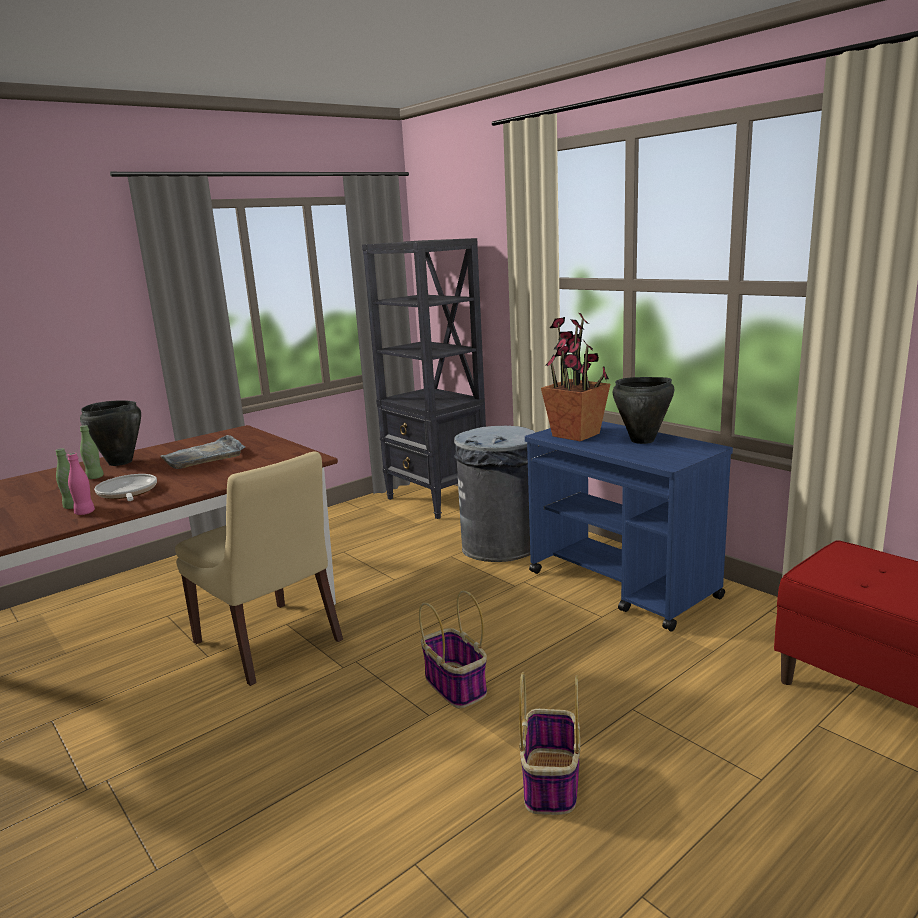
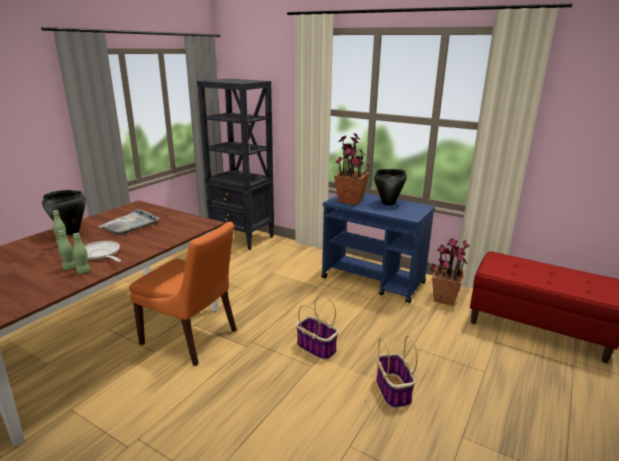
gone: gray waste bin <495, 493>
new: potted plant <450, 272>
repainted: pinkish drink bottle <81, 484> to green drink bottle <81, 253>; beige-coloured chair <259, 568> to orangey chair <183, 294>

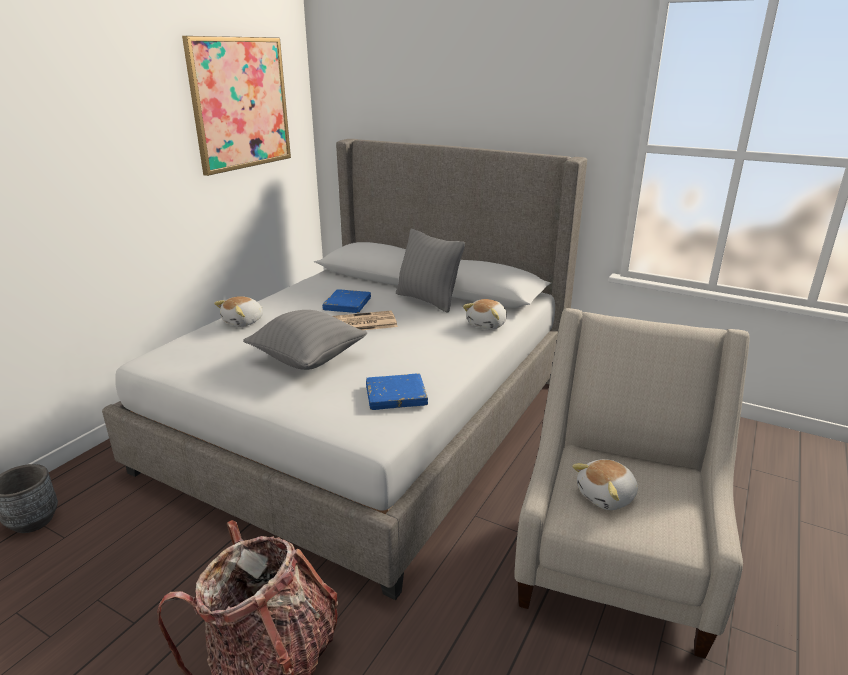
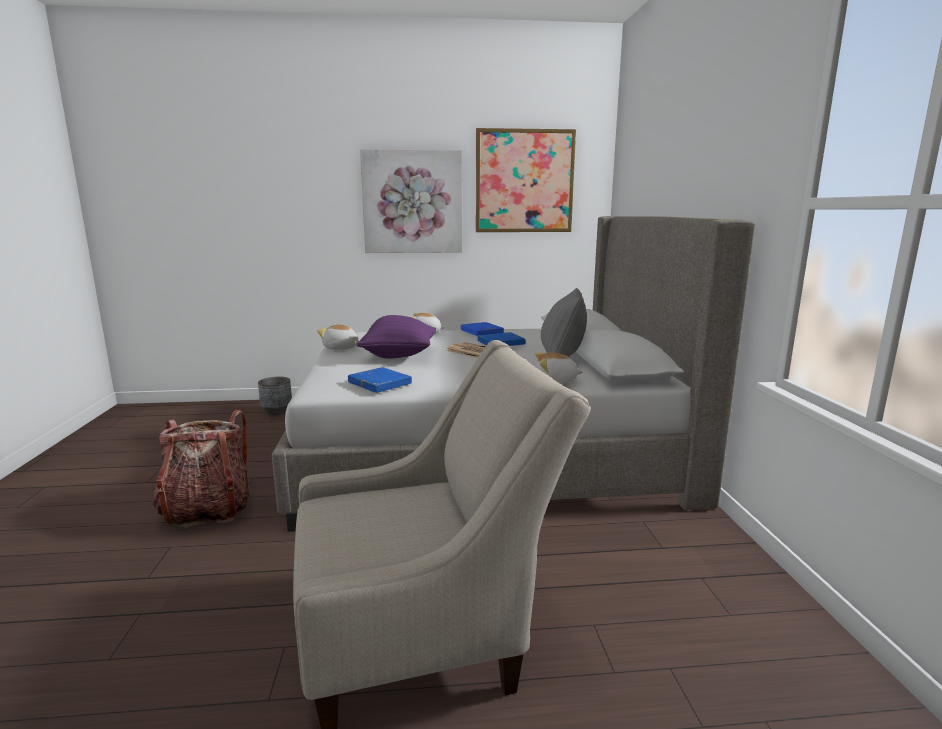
new: wall picture <411, 201>; blue volume <482, 329>
shifted: soft toy <605, 484> to <338, 337>
repainted: gray cushion <305, 340> to purplish cushion <396, 337>

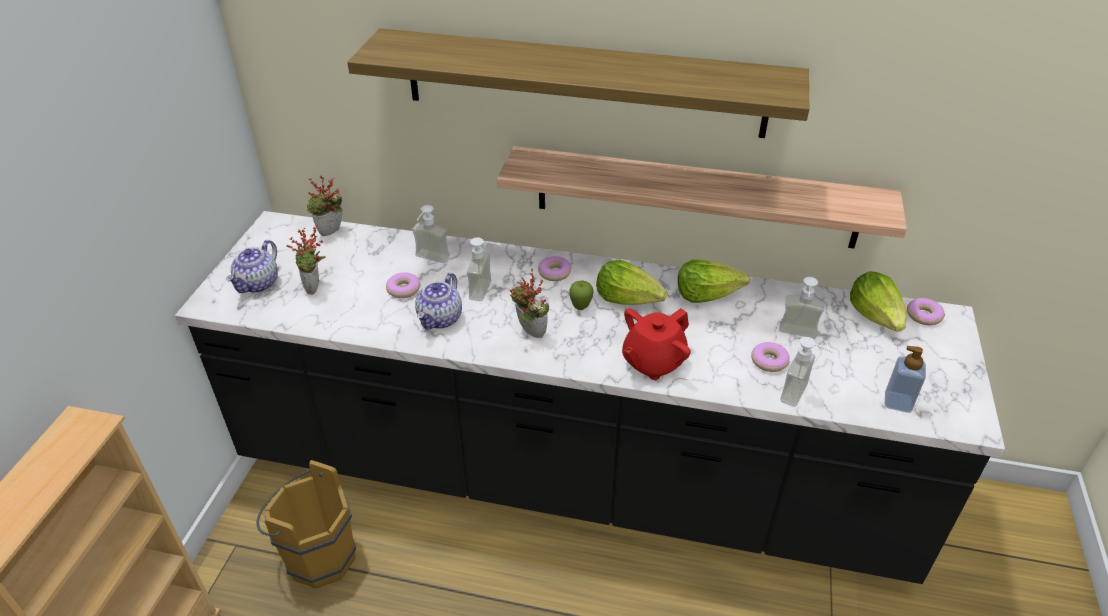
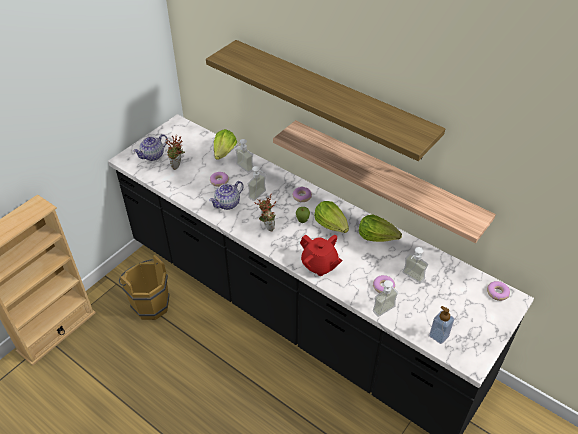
gone: potted plant <324, 206>
shifted: head of lettuce <878, 301> to <225, 144>
rotated: red tea pot <656, 344> = <321, 255> 120 degrees counterclockwise

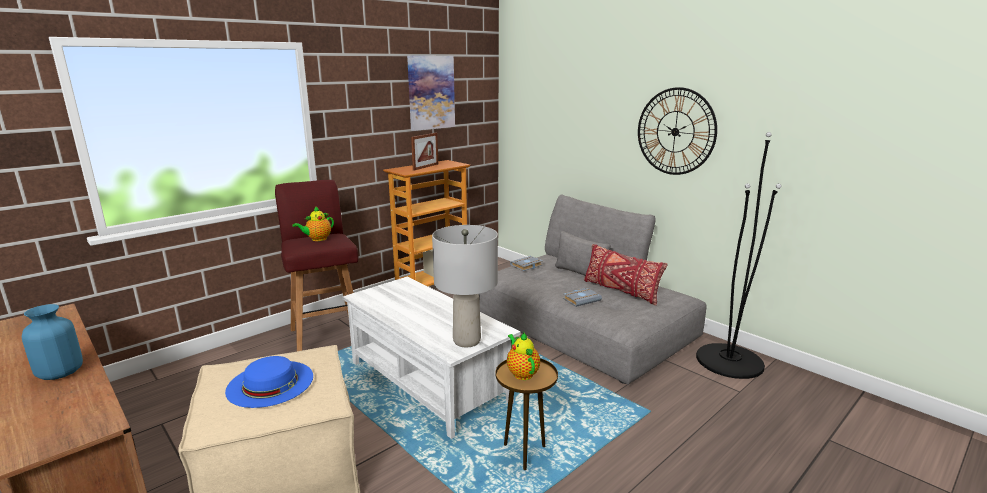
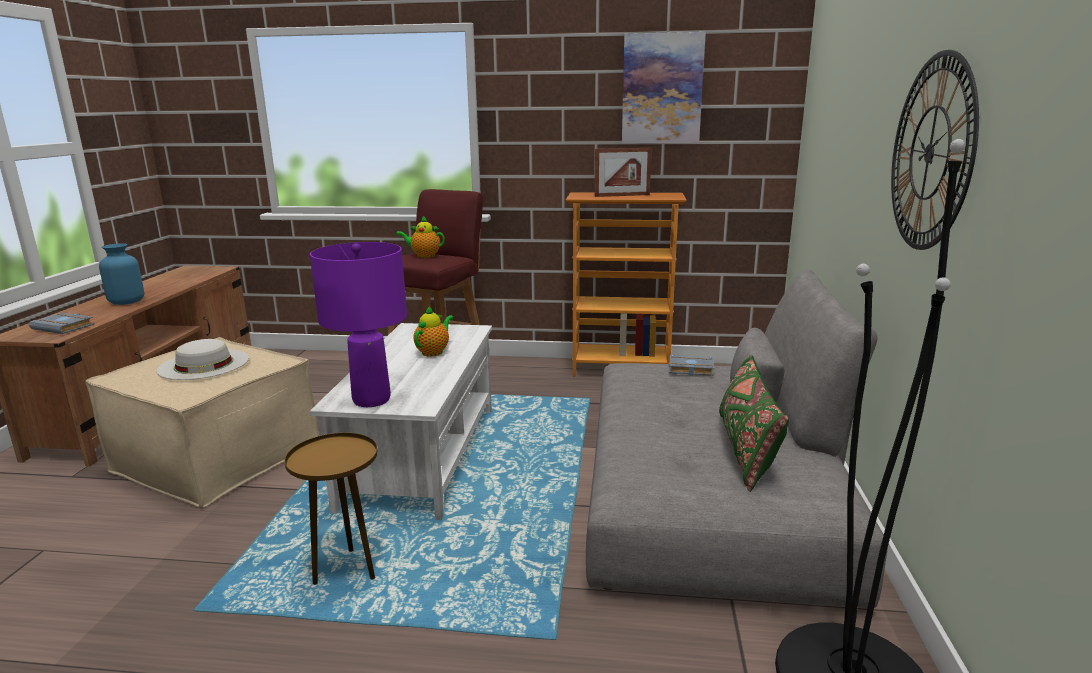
shifted: tea pot <523, 356> to <434, 331>; gray volume <582, 297> to <62, 323>
repainted: blue clothing hat <269, 382> to white-coloured clothing hat <203, 359>; gray tabletop lamp <465, 286> to purplish tabletop lamp <358, 324>; red cushion <626, 274> to green cushion <754, 423>

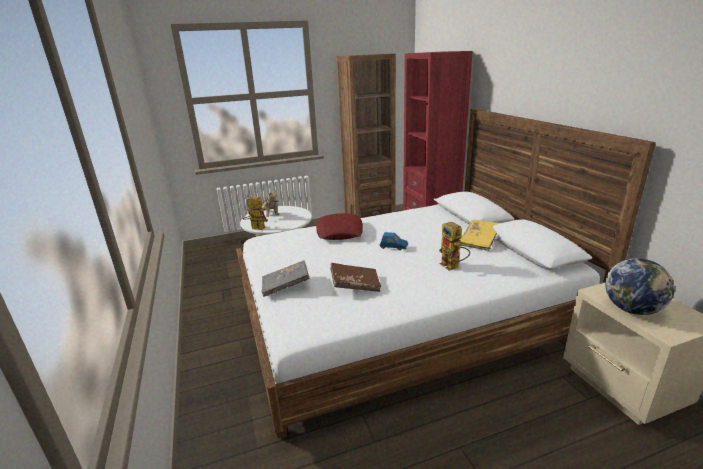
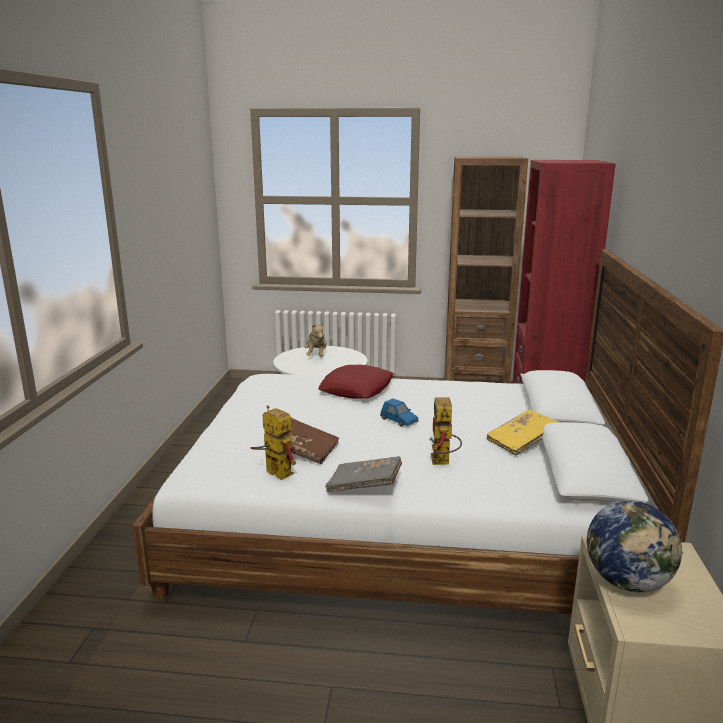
shifted: robot figure <255, 213> to <273, 442>; gray volume <286, 278> to <363, 474>

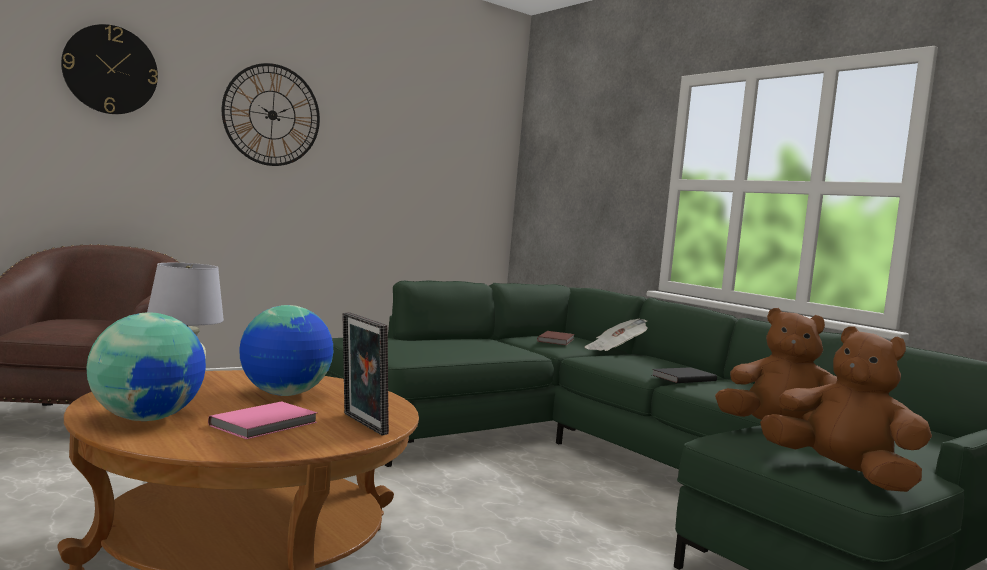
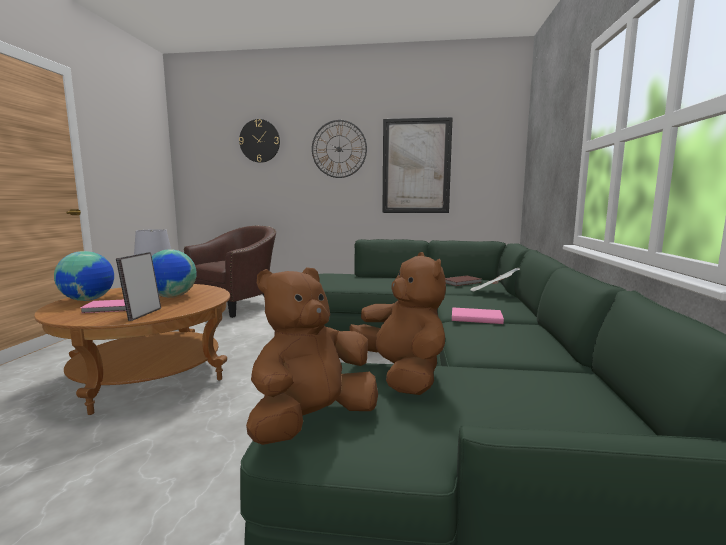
new: wall picture <417, 165>
repainted: black-coloured volume <684, 375> to pinkish volume <478, 315>
rotated: brownish soft toy <846, 409> = <312, 356> 135 degrees counterclockwise

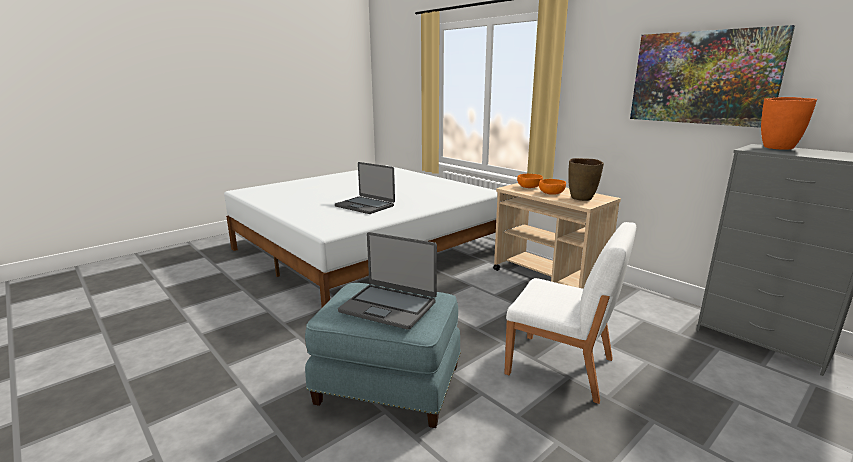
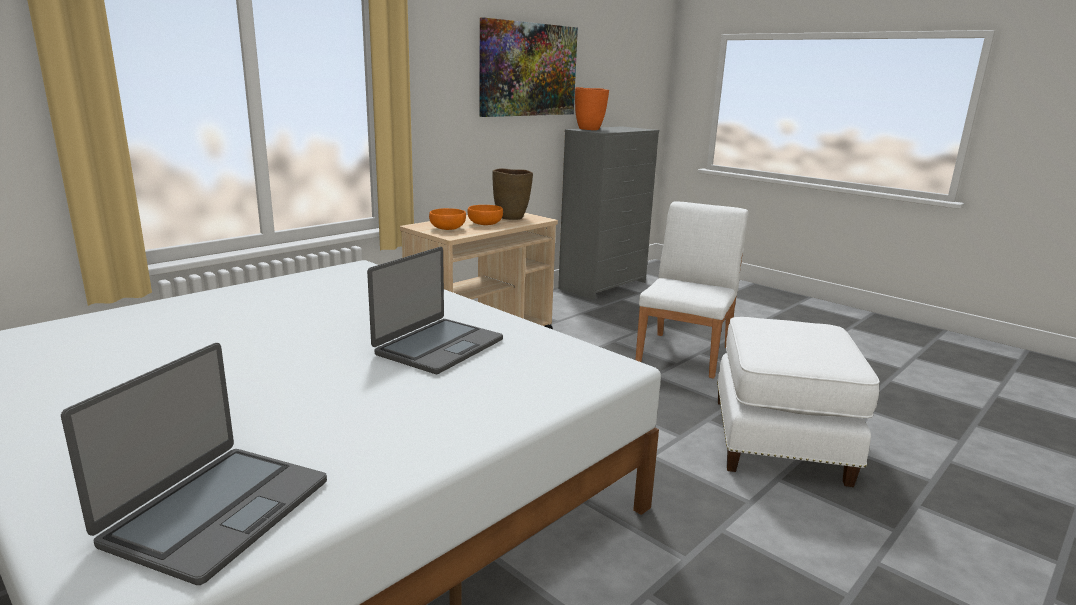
shifted: portable computer <387, 281> to <194, 464>
repainted: blue pouffe <383, 355> to white-coloured pouffe <798, 402>

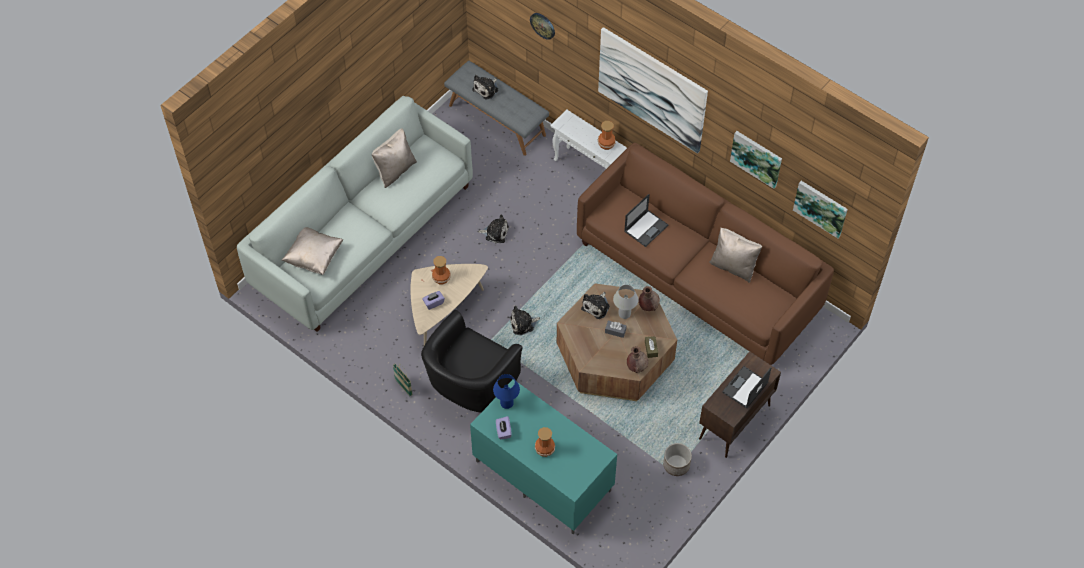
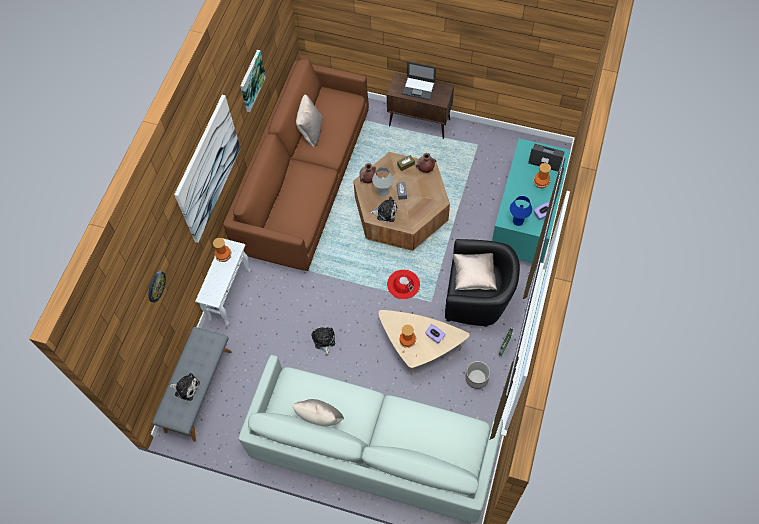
gone: wall picture <820, 209>
shifted: beige-coloured cushion <312, 251> to <475, 271>; portable computer <646, 220> to <546, 157>; planter <677, 459> to <477, 375>
swapped: soft toy <525, 320> to red clothing hat <403, 284>

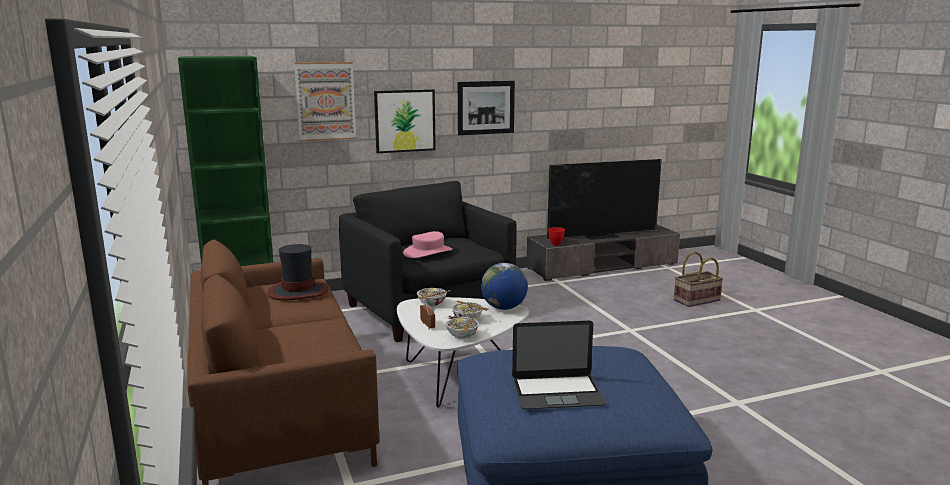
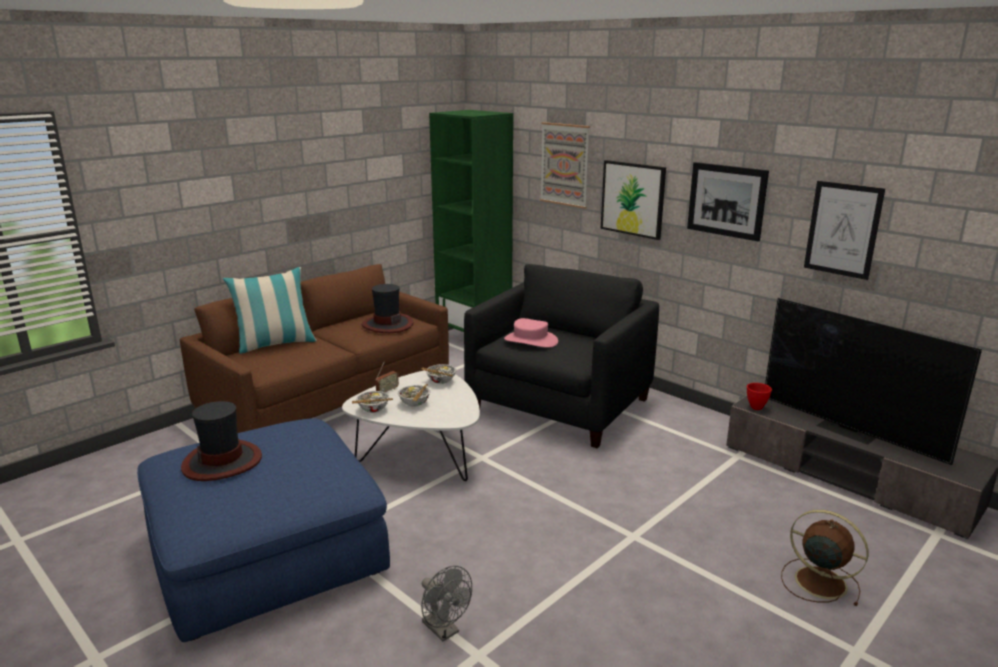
gone: desk globe <504, 286>
new: cushion <270, 310>; gray electric fan <446, 604>; wall picture <844, 230>
swapped: portable computer <559, 365> to clothing hat <221, 441>; basket <698, 279> to brownish electric fan <825, 558>

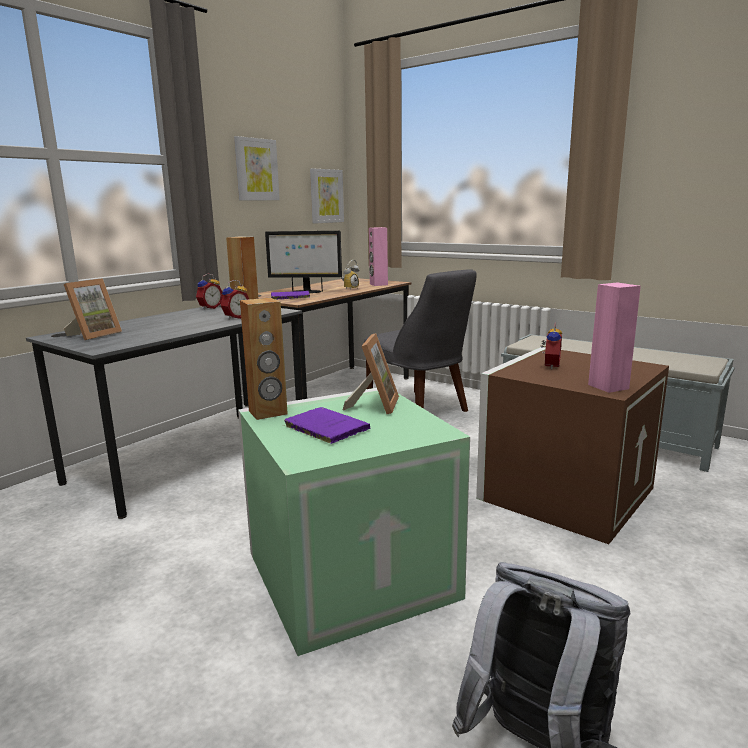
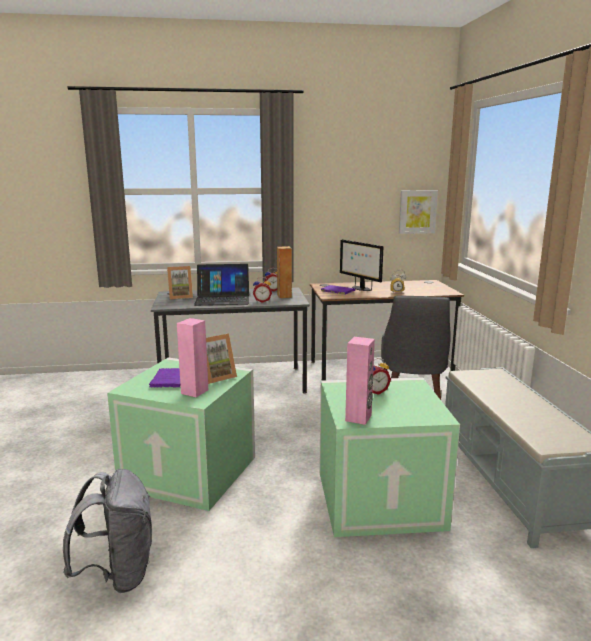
gone: wall picture <257, 168>; brownish audio speaker <264, 359>
new: portable computer <221, 285>
shifted: pinkish audio speaker <378, 256> to <192, 357>
repainted: brownish storage box <572, 445> to green storage box <389, 457>

